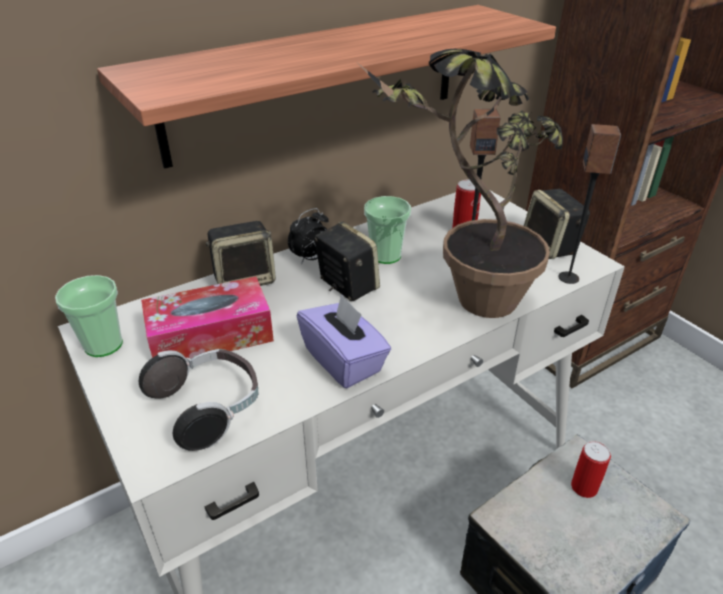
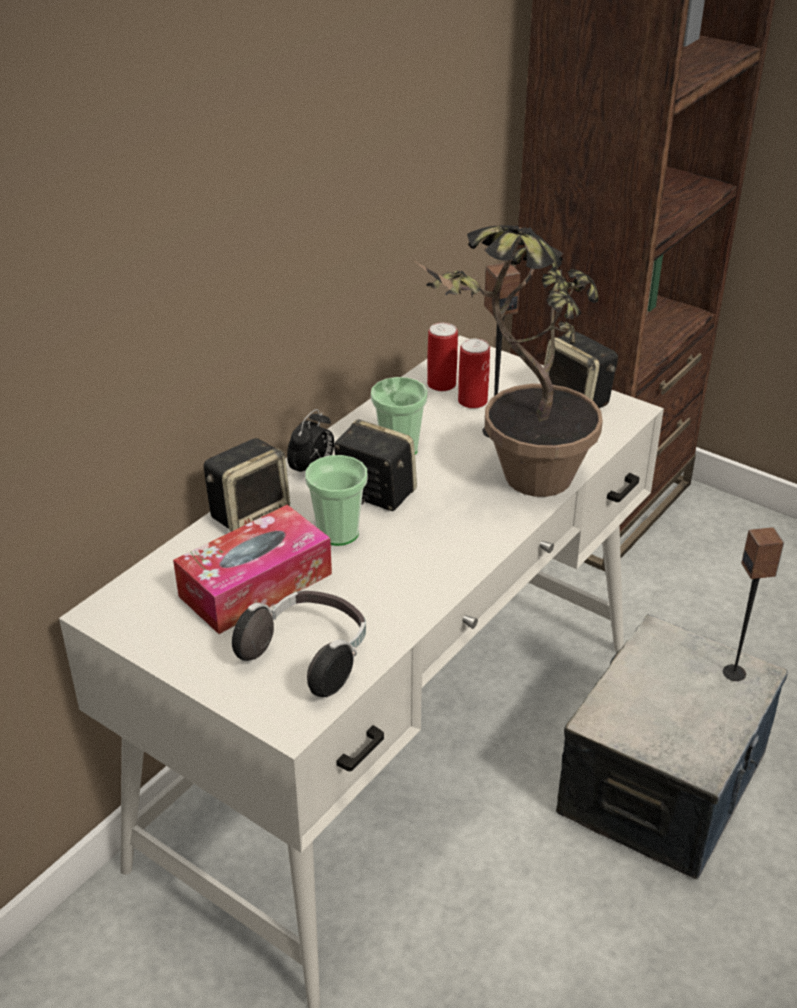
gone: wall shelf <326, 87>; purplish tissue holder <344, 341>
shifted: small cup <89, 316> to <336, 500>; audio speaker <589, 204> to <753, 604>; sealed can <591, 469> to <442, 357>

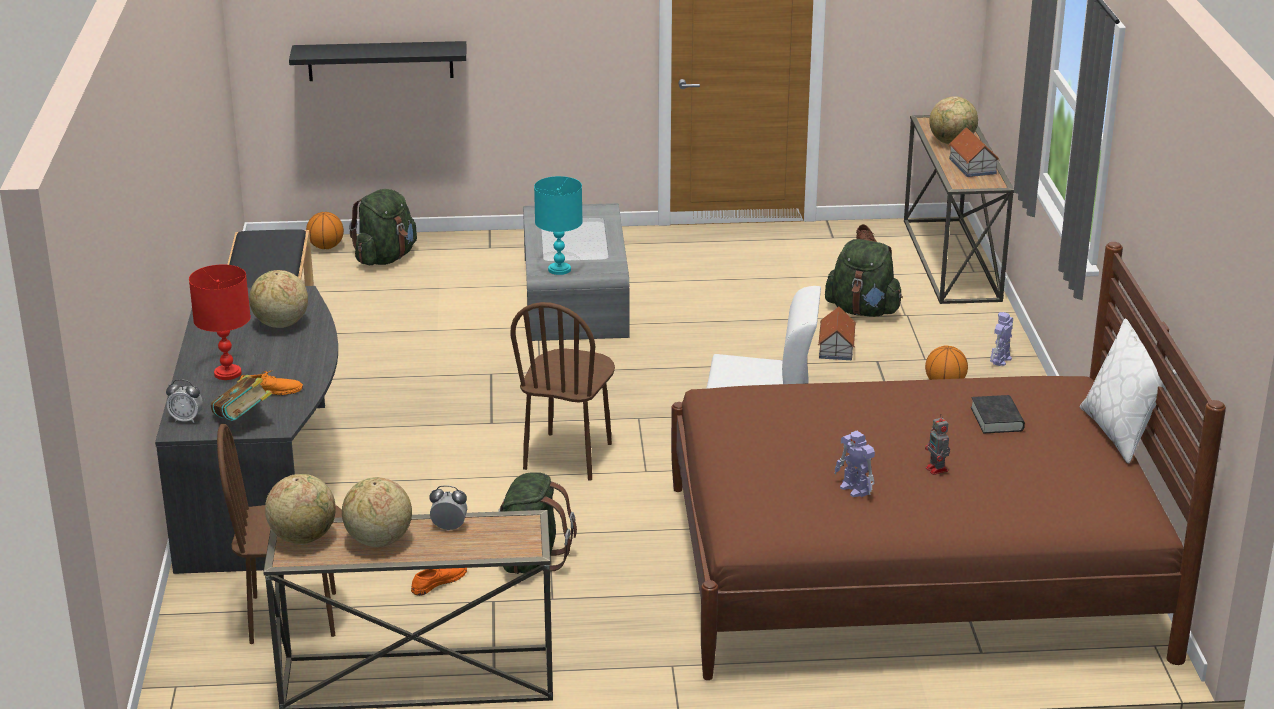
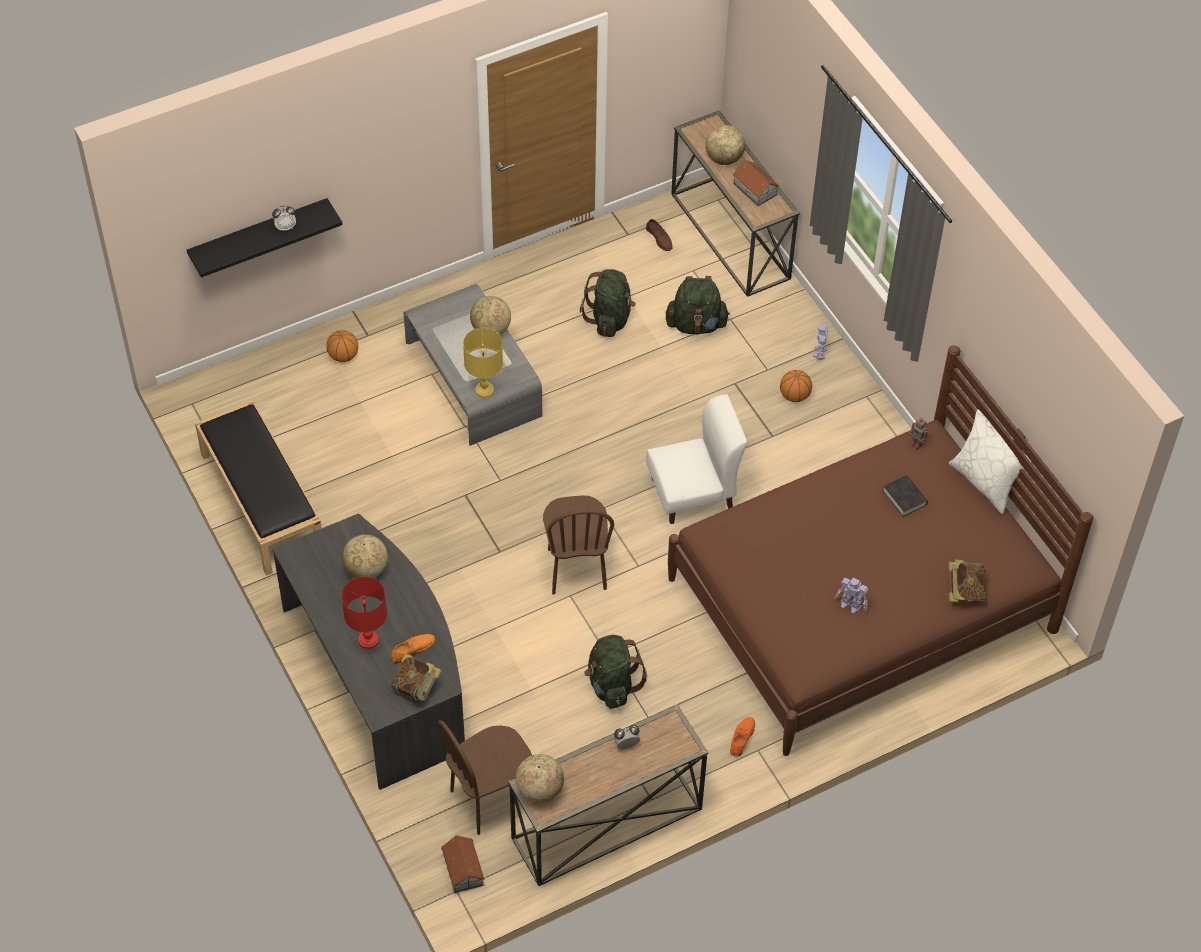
new: volume <967, 581>
shifted: alarm clock <184, 401> to <284, 218>; basketball <325, 230> to <342, 346>; desk globe <377, 512> to <490, 315>; green knapsack <383, 227> to <608, 303>; orangey shoe <439, 582> to <742, 737>; miniature house <837, 333> to <463, 864>; robot figure <938, 444> to <919, 433>
repainted: turquoise-coloured tabletop lamp <558, 225> to yellow tabletop lamp <483, 363>

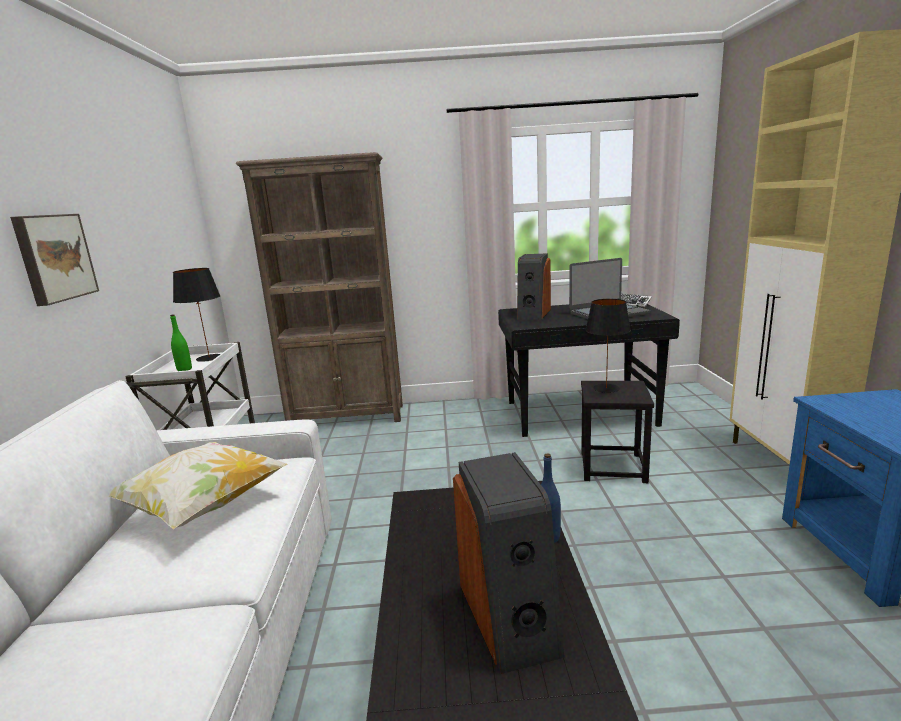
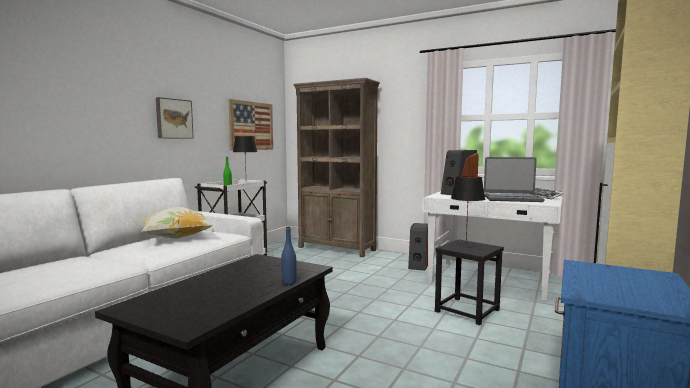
new: wall picture <251, 125>
shifted: audio speaker <508, 563> to <418, 247>
repainted: black-coloured desk unit <589, 370> to white-coloured desk unit <492, 246>

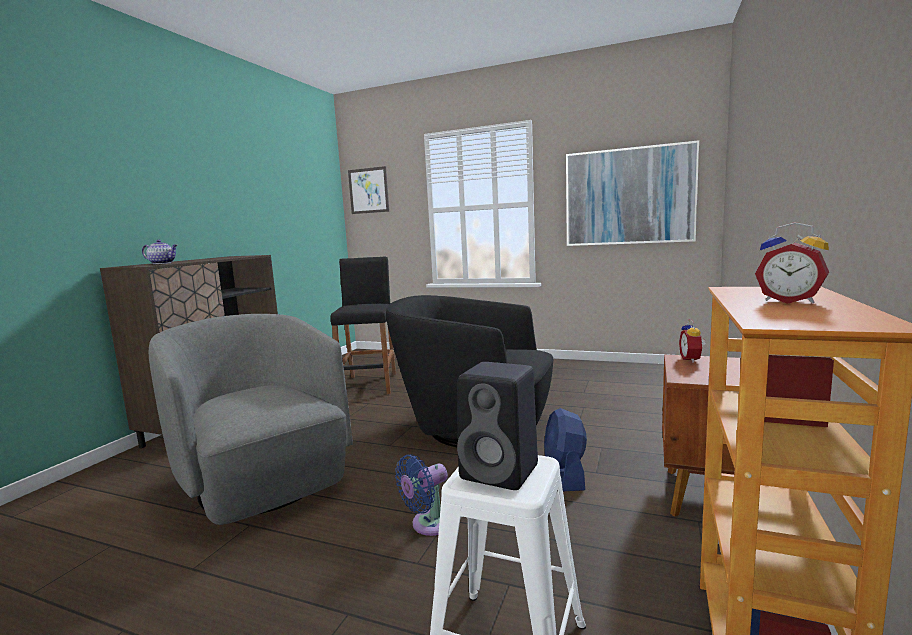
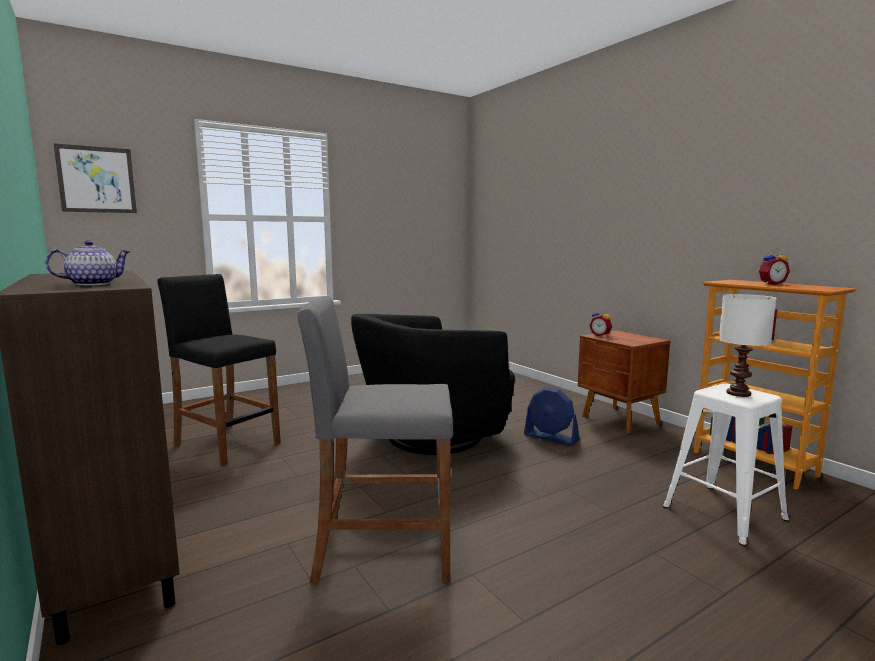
gone: blue electric fan <421, 495>; wall picture <632, 193>
swapped: gray armchair <251, 419> to gray stool <375, 439>; black-coloured audio speaker <497, 426> to white-coloured tabletop lamp <747, 345>

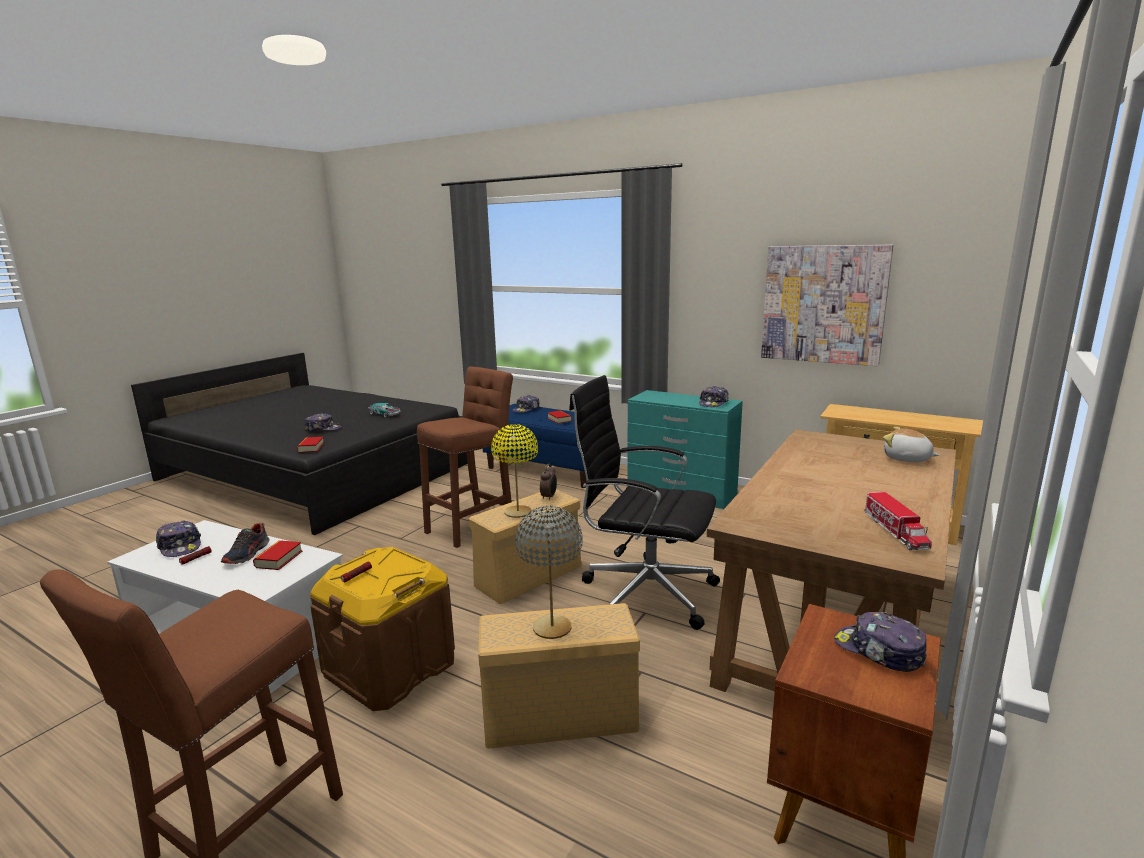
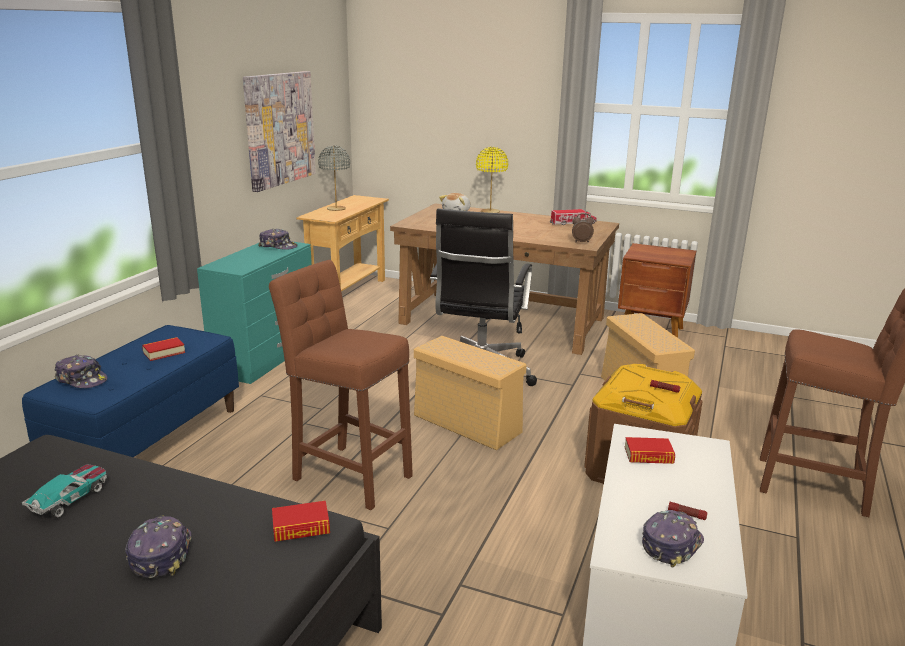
gone: shoe <245, 543>; peaked cap <880, 642>
shifted: yellow tabletop lamp <514, 471> to <492, 180>; gray tabletop lamp <549, 572> to <334, 178>; alarm clock <548, 482> to <583, 228>

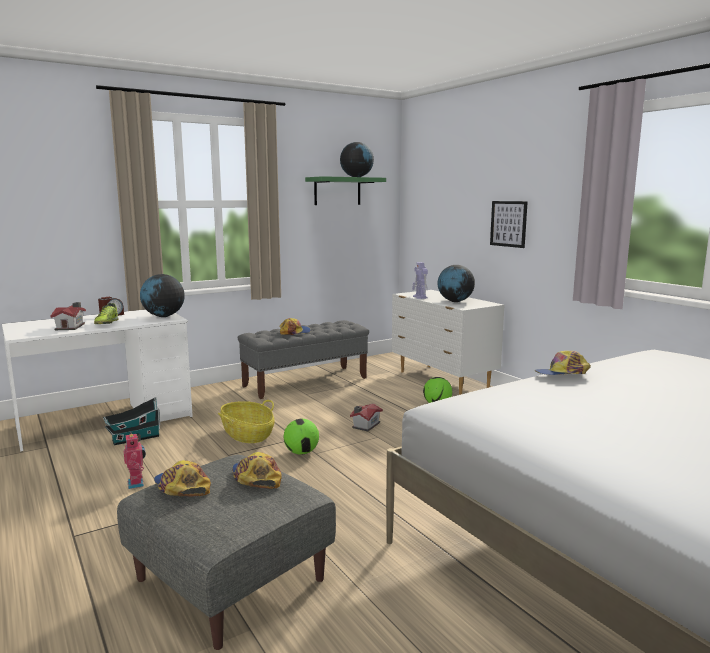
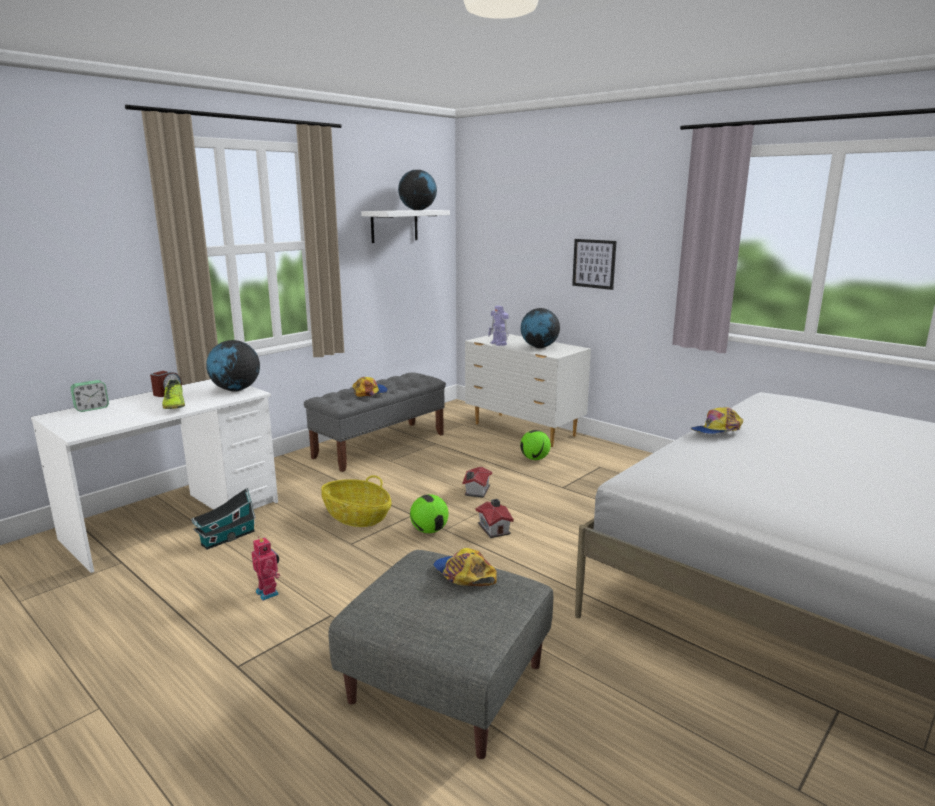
gone: peaked cap <182, 478>
new: alarm clock <89, 396>
shifted: miniature house <68, 316> to <495, 518>
repainted: green wall shelf <345, 190> to white-coloured wall shelf <405, 226>

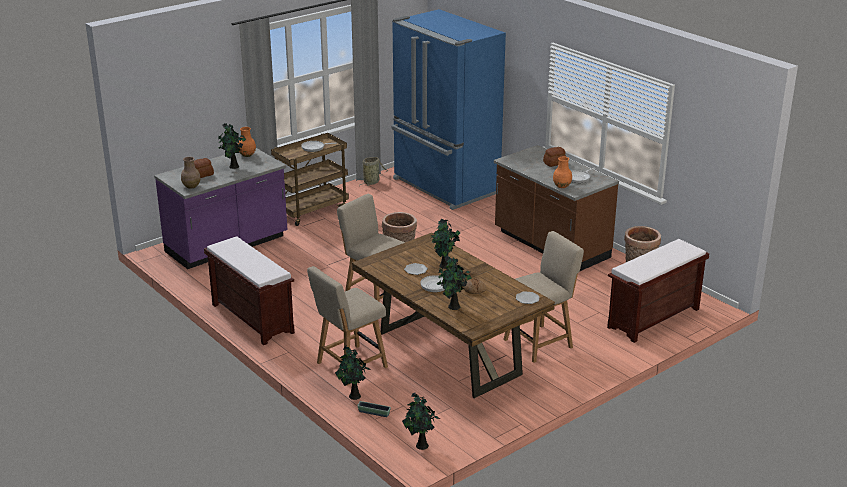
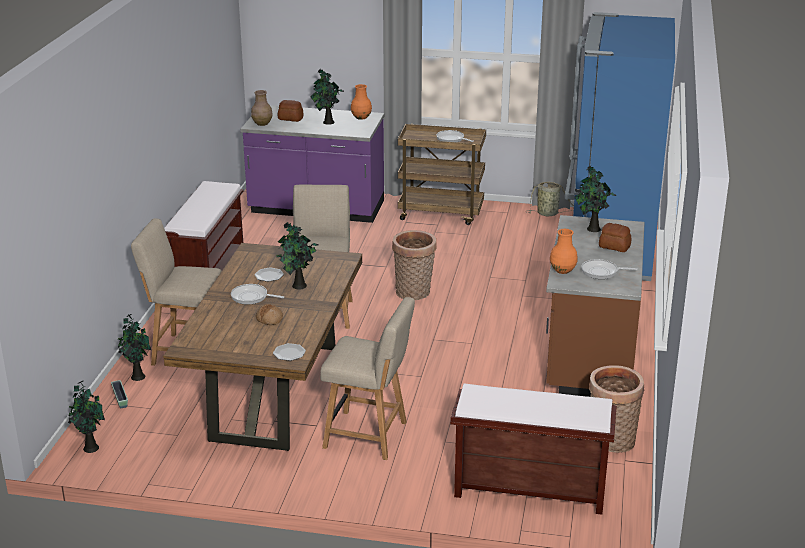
shifted: potted plant <454, 283> to <595, 198>

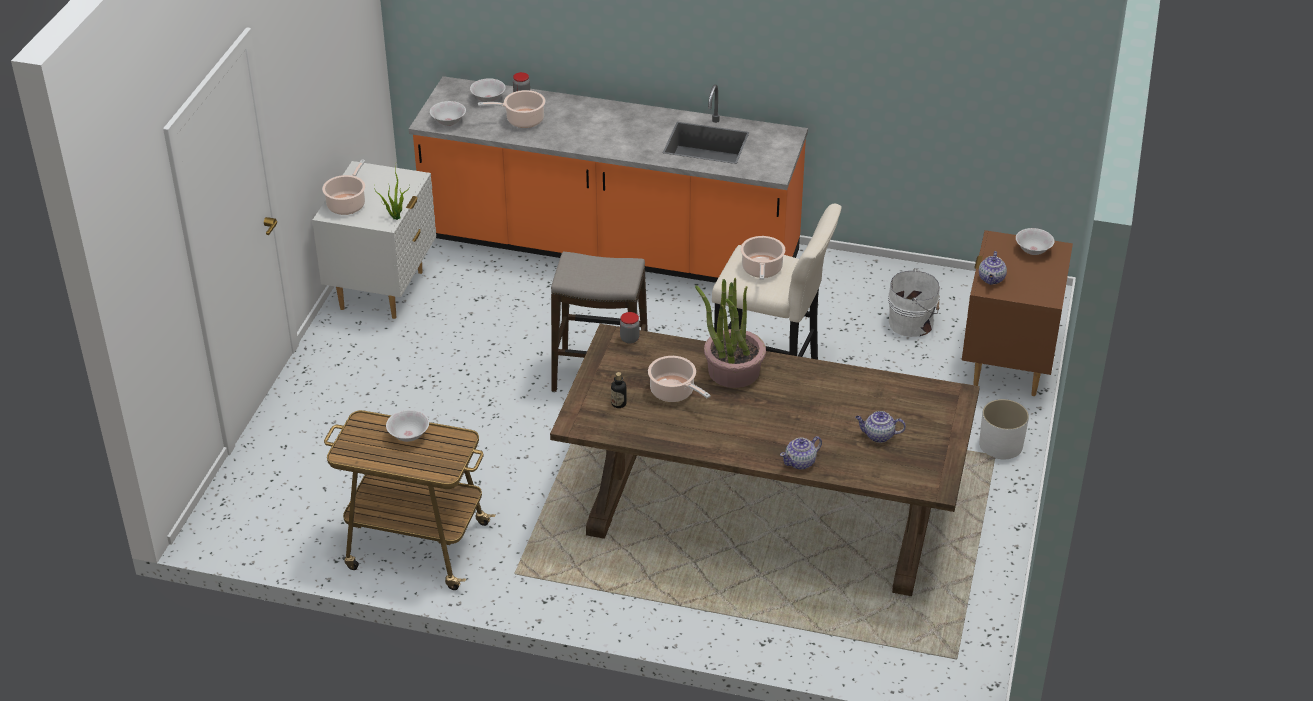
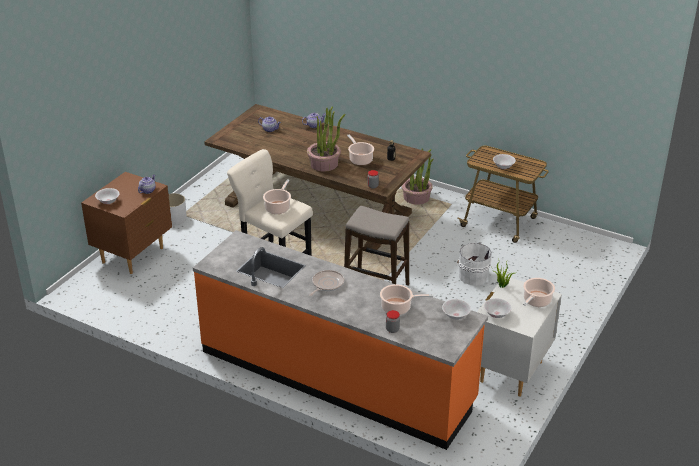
new: pan <326, 283>; potted plant <417, 176>
shifted: white-coloured serving bowl <488, 90> to <498, 308>; white-coloured pail <914, 302> to <474, 264>

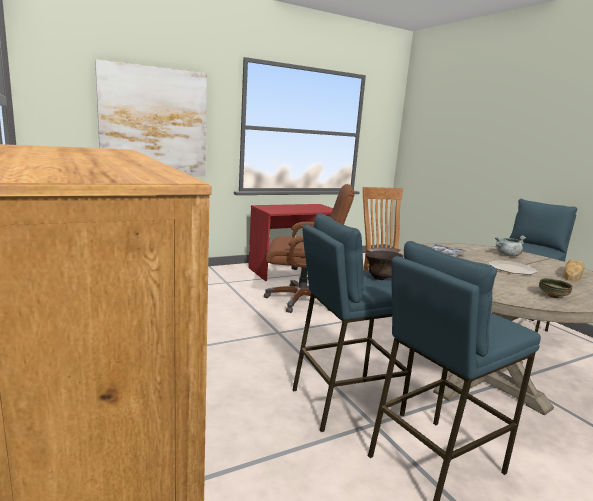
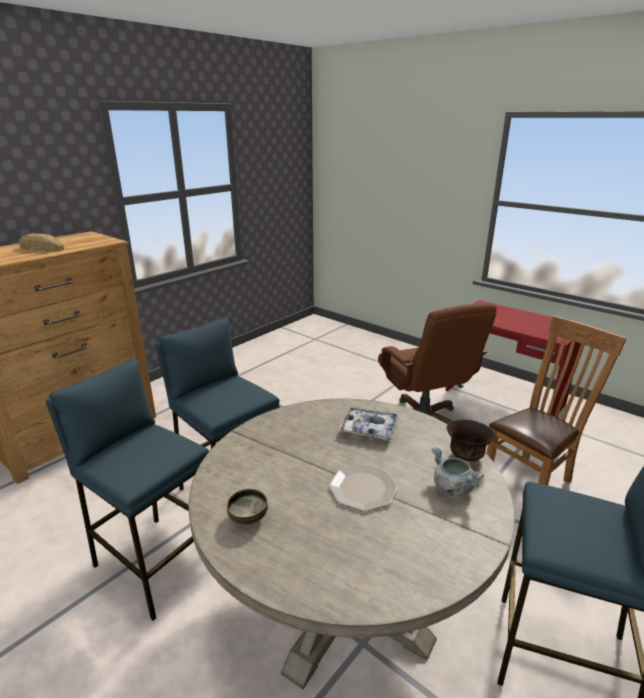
gone: wall picture <151, 118>
shifted: brownish serving bowl <384, 265> to <470, 441>; bread <574, 270> to <41, 242>

